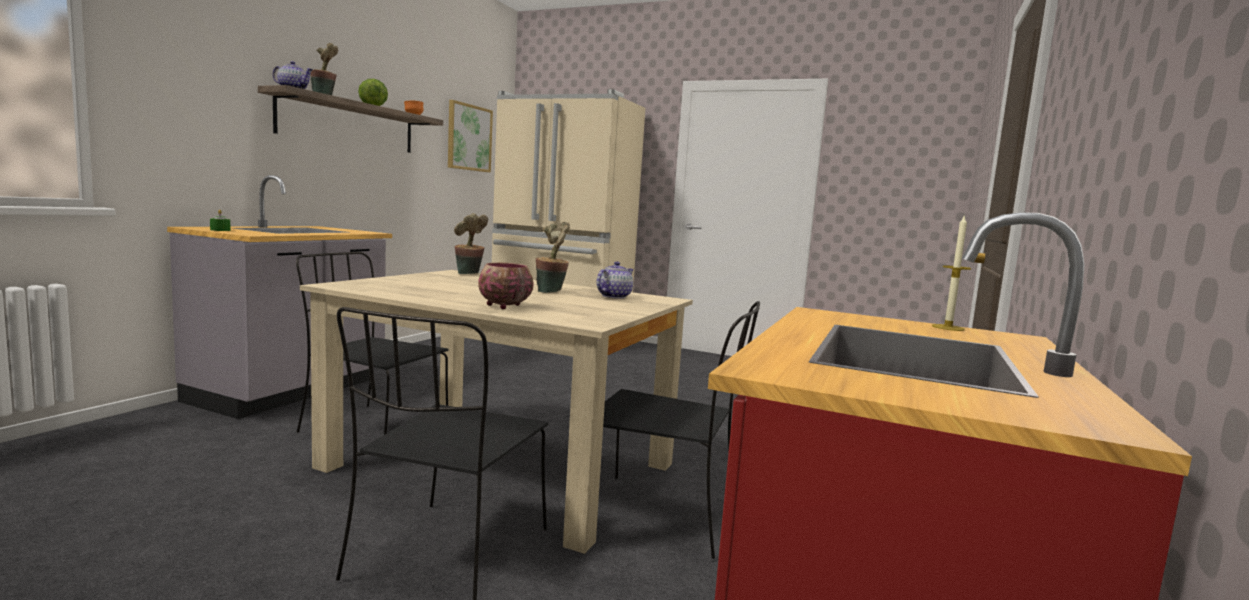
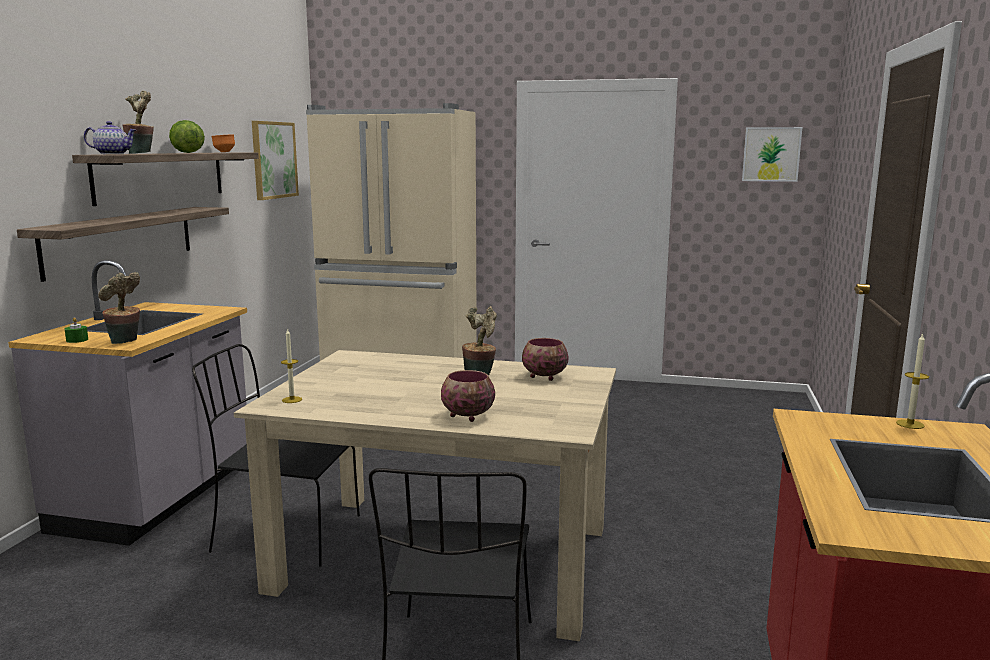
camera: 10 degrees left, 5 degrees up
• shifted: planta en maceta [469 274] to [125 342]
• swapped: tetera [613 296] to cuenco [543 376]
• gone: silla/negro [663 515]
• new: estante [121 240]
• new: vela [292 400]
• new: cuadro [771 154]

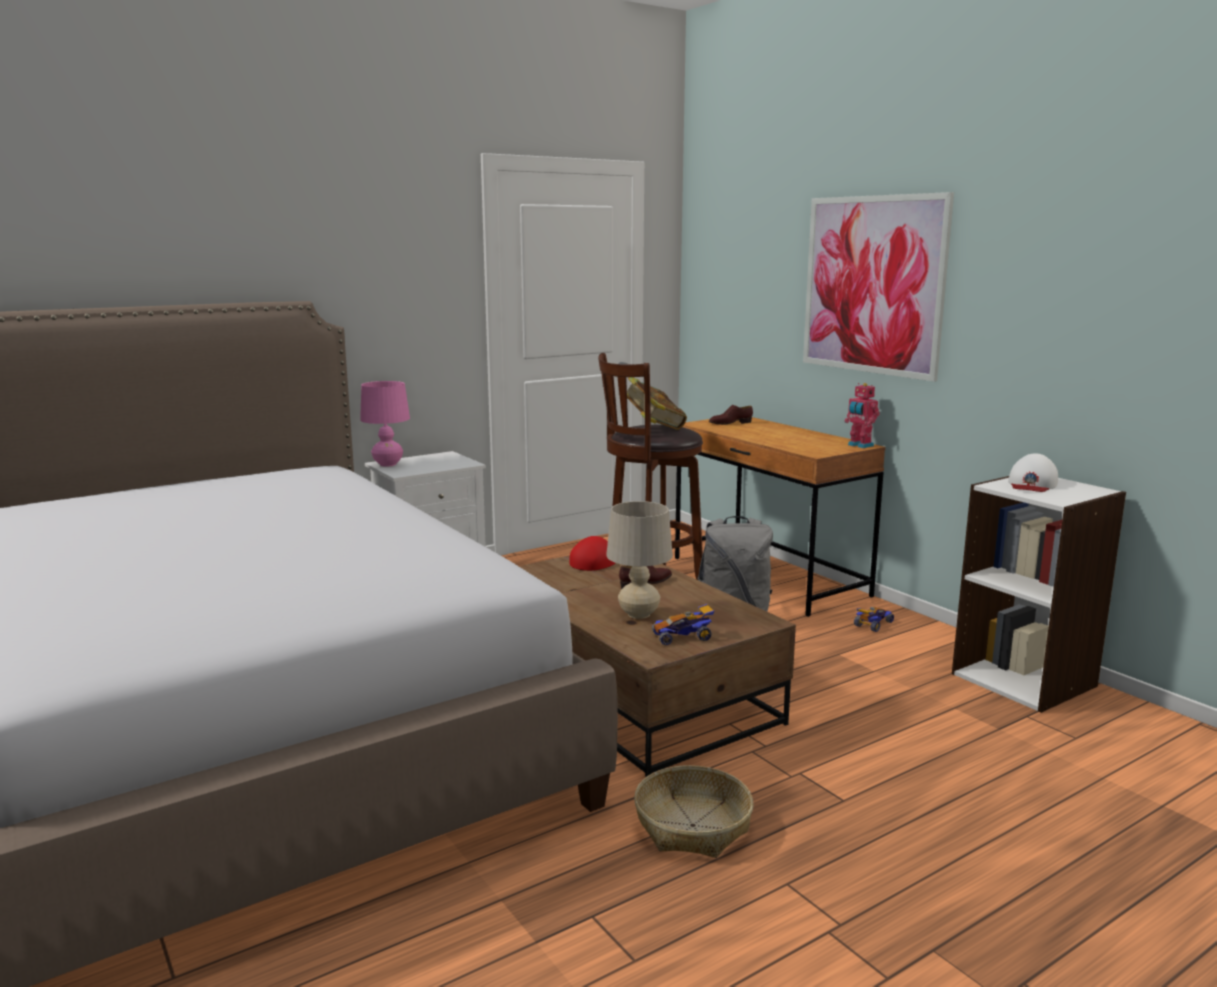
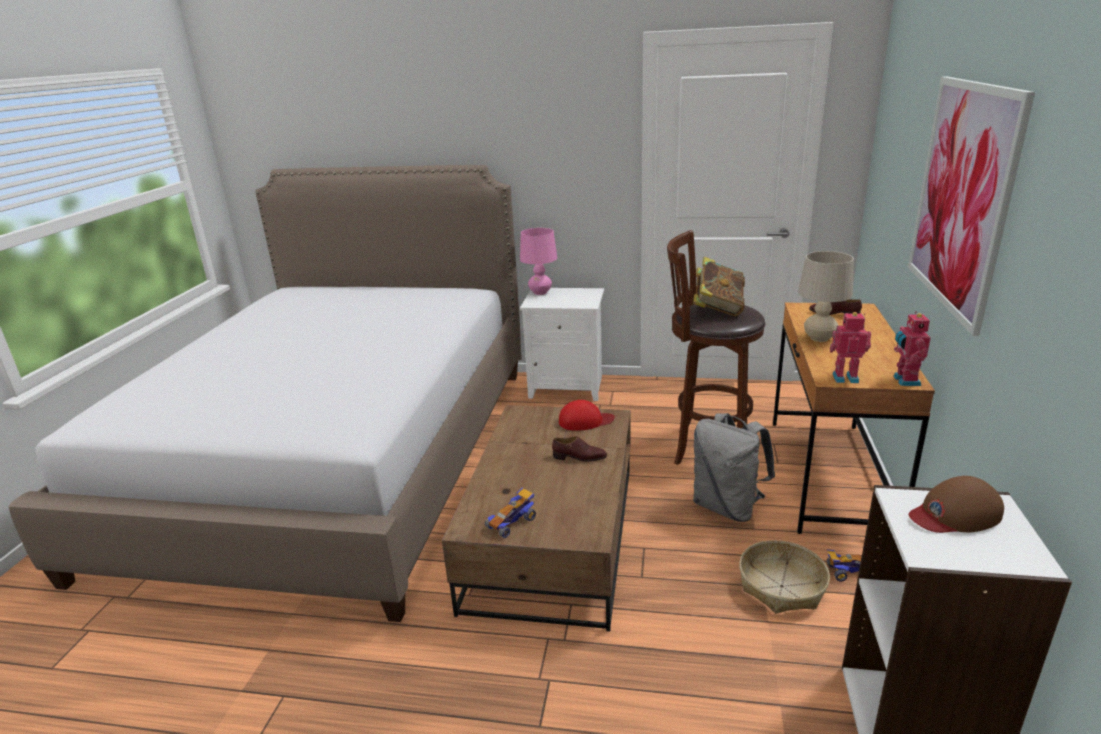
camera: 45 degrees right, 10 degrees up
• shifted: lámpara de mesa/beis [638 614] to [819 338]
• shifted: cesta [692 825] to [781 586]
• rotated: coche de juguete [683 637] = [511 522] 75 degrees counterclockwise
• repainted: gorra/blanco [1032 484] to gorra/marrón [954 514]
• new: robot de juguete [845 377]

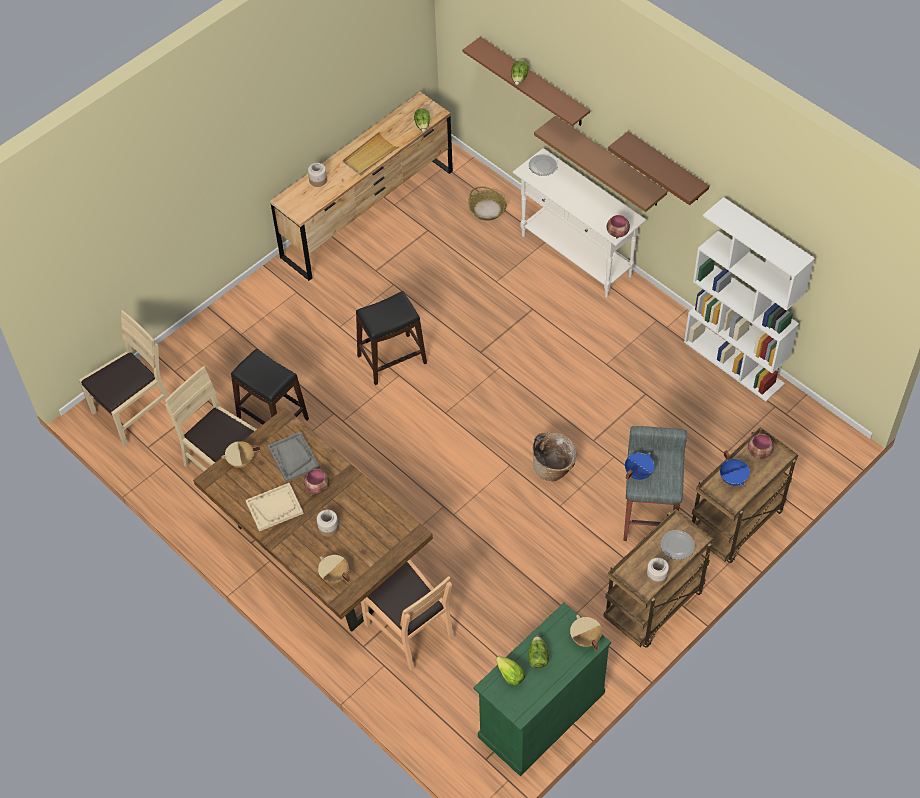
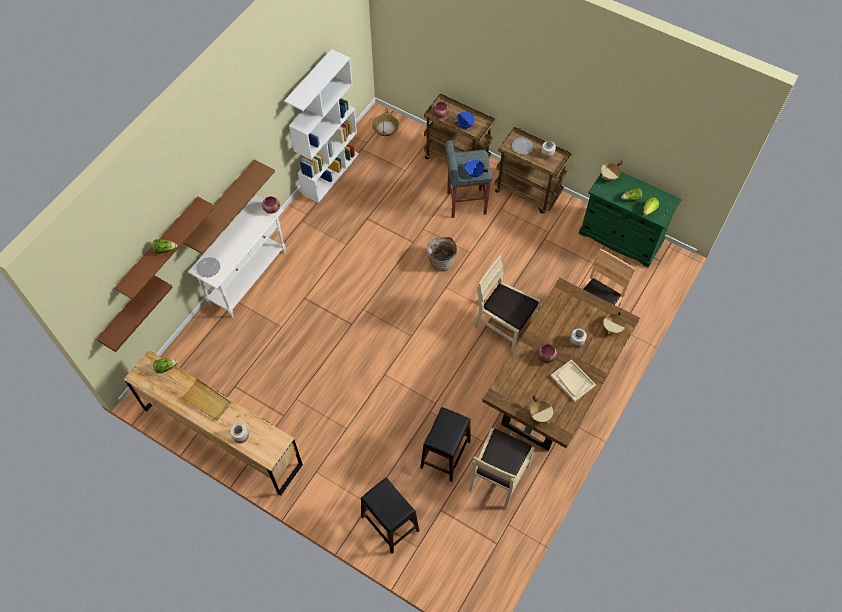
camera: 105 degrees left, 5 degrees up
• shifted: silla/beis [133 411] to [504 325]
• gone: bandeja/gris [293 457]
• shifted: taburete/negro [391 359] to [389 524]
• shifted: cesta [487 209] to [385 128]
• shifted: estante/marrón [667 168] to [128 312]

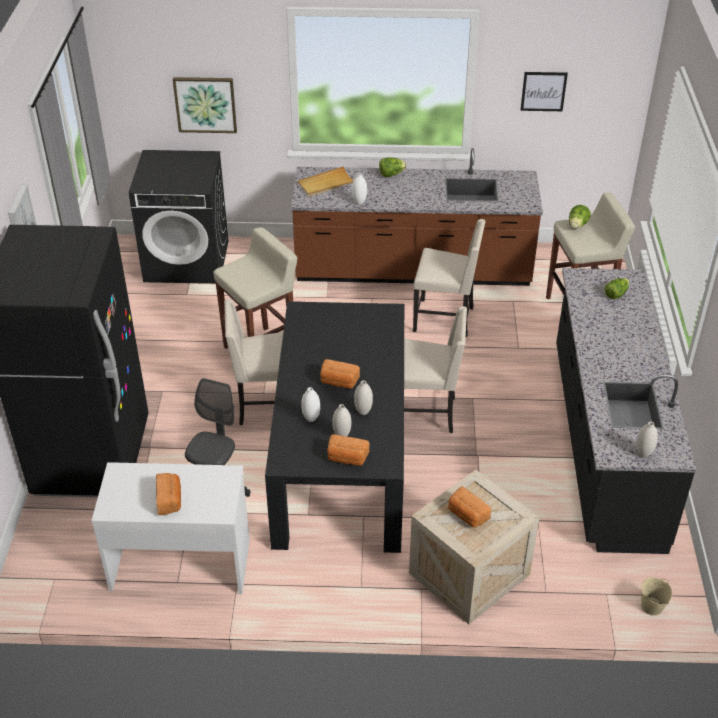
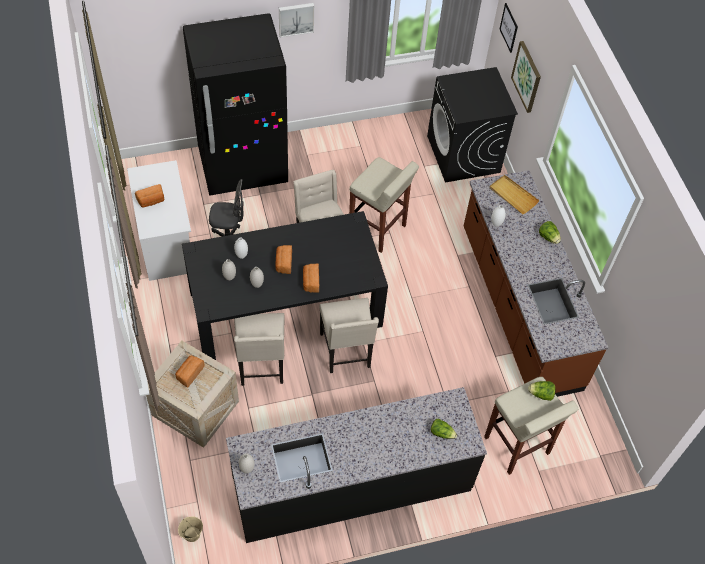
camera: 70 degrees right, 15 degrees up
• shifted: pan [347 458] to [311 282]
• shifted: silla/beis [445 319] to [261 365]
• shifted: cuadro [543 91] to [509 27]

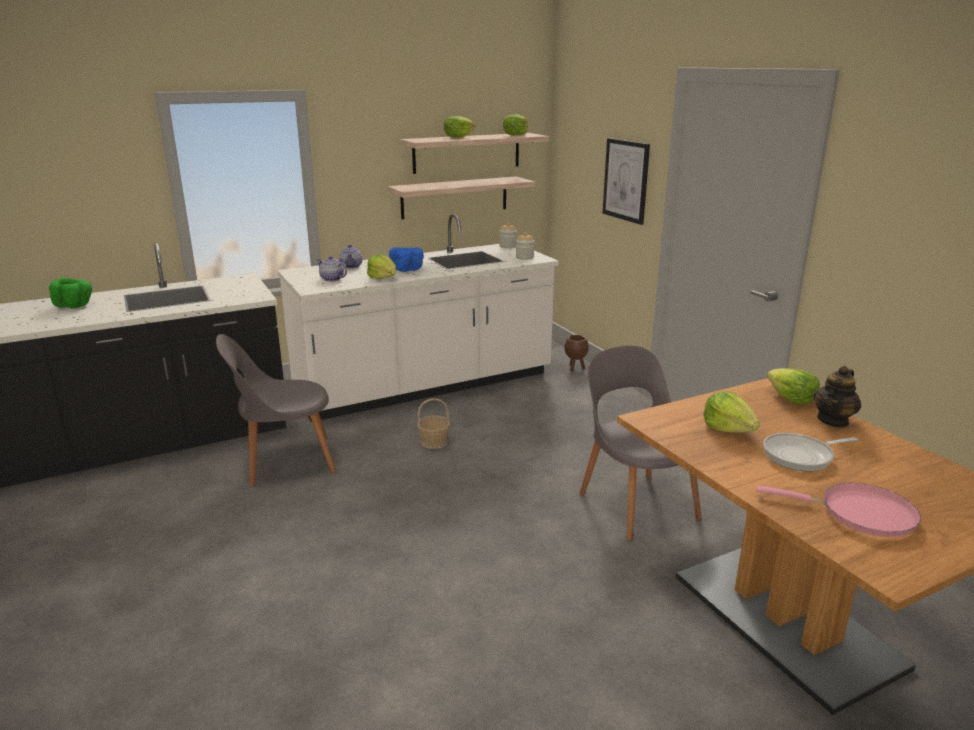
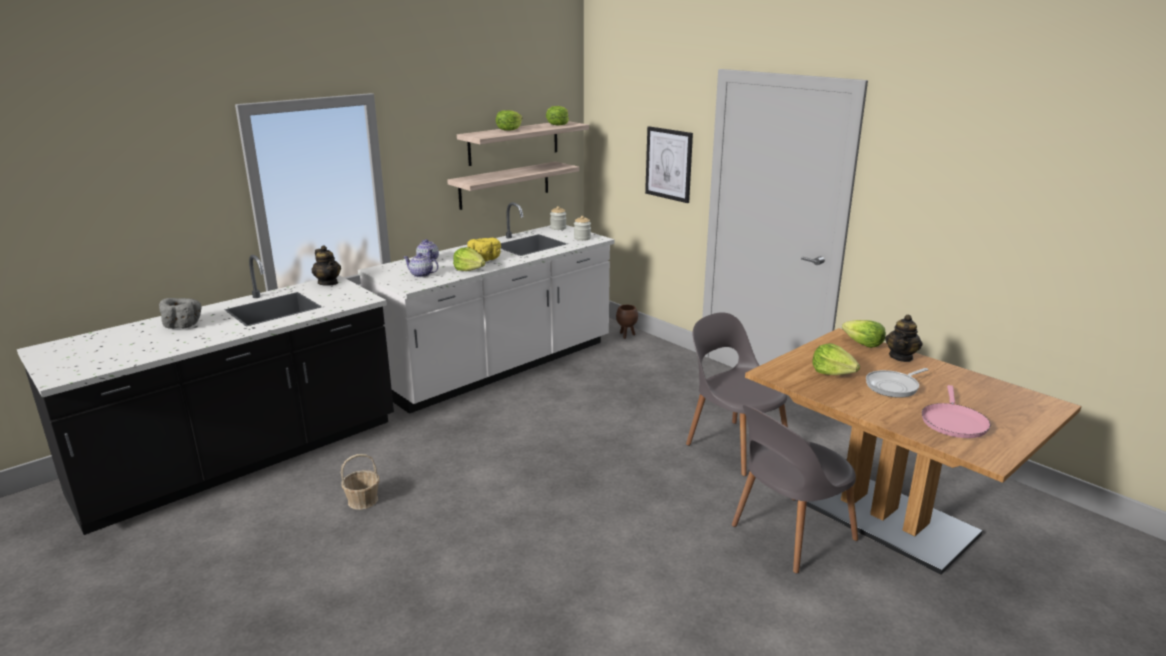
camera: 15 degrees left, 0 degrees up
• repainted: cuenco/verde [74 305] to cuenco/gris [183 325]
• shifted: silla/gris [285 461] to [789 534]
• repainted: cuenco/azul [407 269] to cuenco/amarillo [485 259]
• shifted: cesta [434 442] to [363 500]
• rotated: sartén/rosa [860 513] = [953 422] 105 degrees clockwise
• new: tetera [328 283]

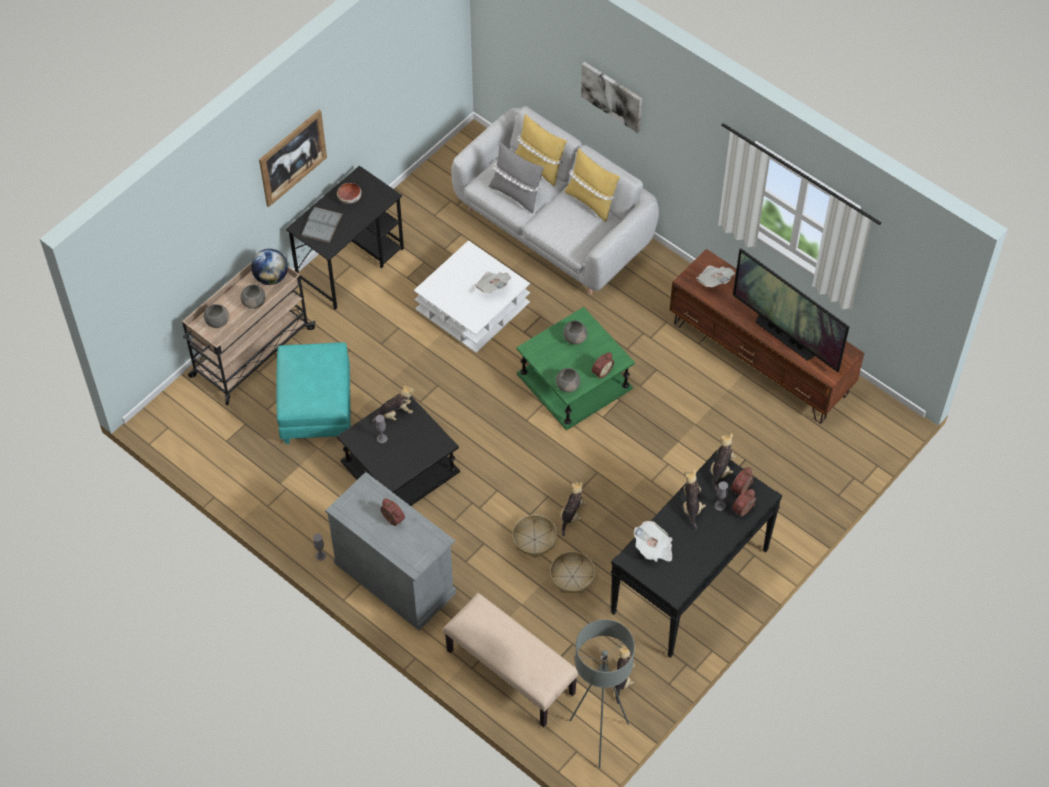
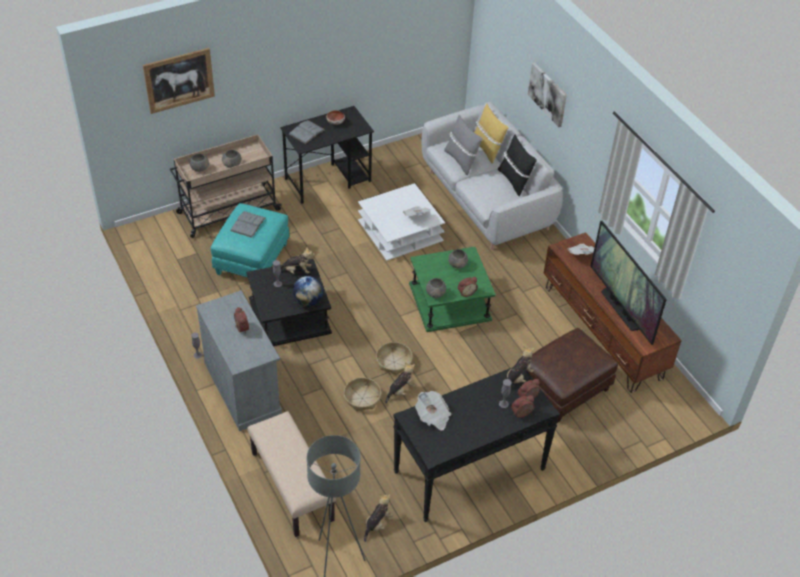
camera: 20 degrees right, 10 degrees down
• shifted: globo terráqueo [271 277] to [308 301]
• shifted: cuadro [292 157] to [179 80]
• shifted: cesta [572 576] to [394 362]
• repainted: cojín/amarillo [591 201] to cojín/negro [514 181]
• gone: peluche [691 506]
• new: libro/gris [248 224]
• new: puf/marrón [564 390]

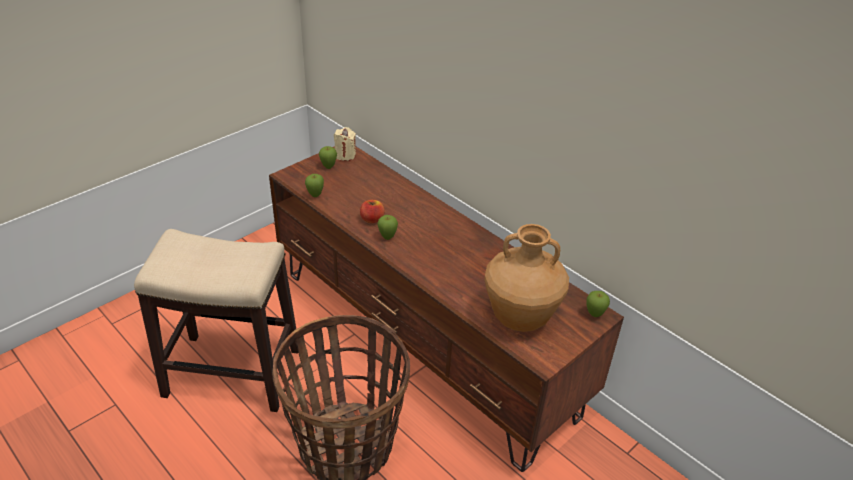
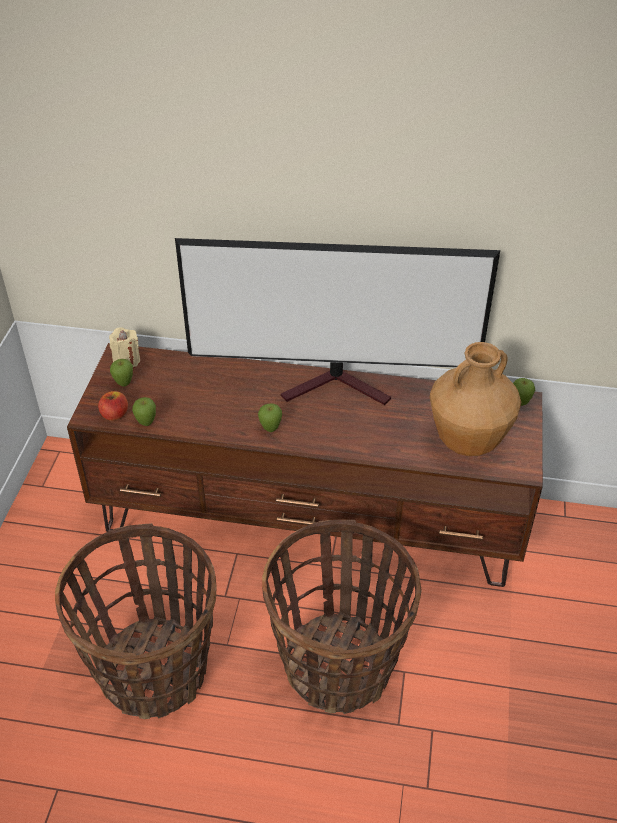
camera: 35 degrees left, 5 degrees up
• swapped: taburete [234 372] to cesta [154 670]
• shifted: manzana [372 219] to [114 414]
• new: televisor [339 386]

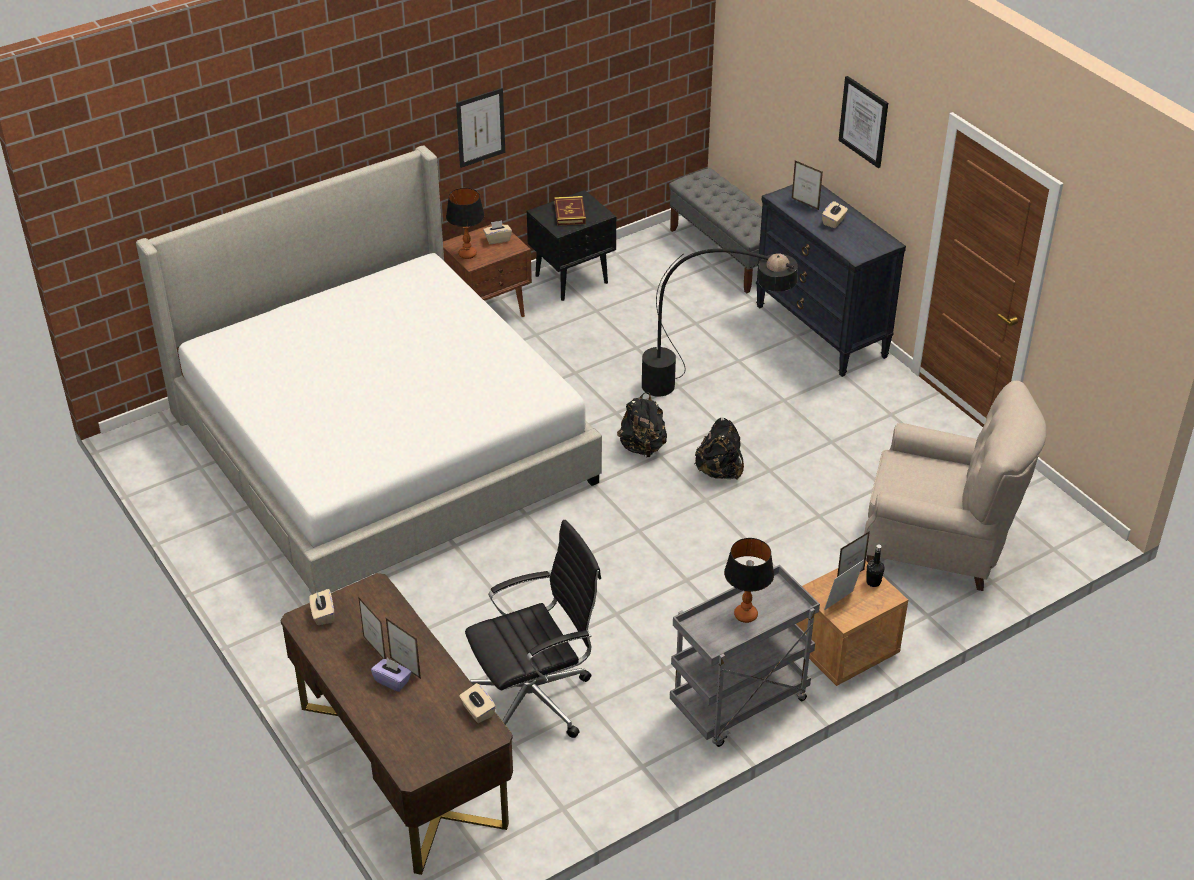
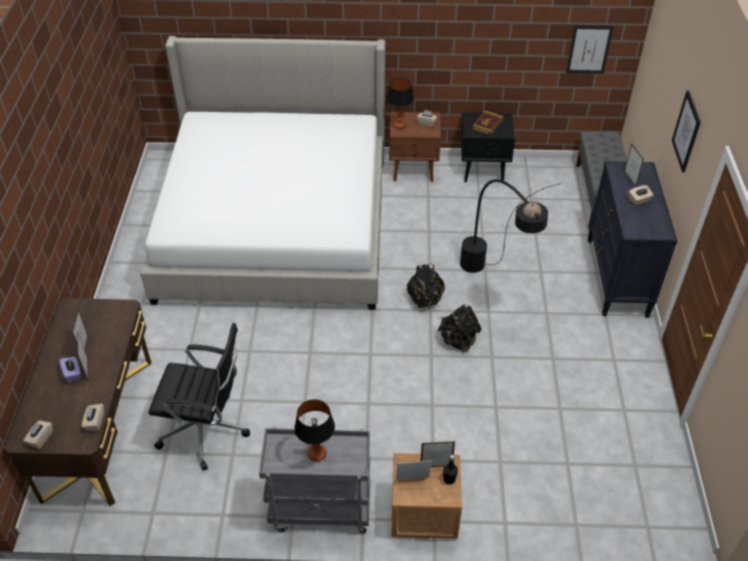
camera: 35 degrees right, 5 degrees up
• shifted: caja de pañuelos/beis [323 615] to [40 439]
• shifted: cuadro [480 127] to [589 49]
• gone: sillón/beis [939 546]

